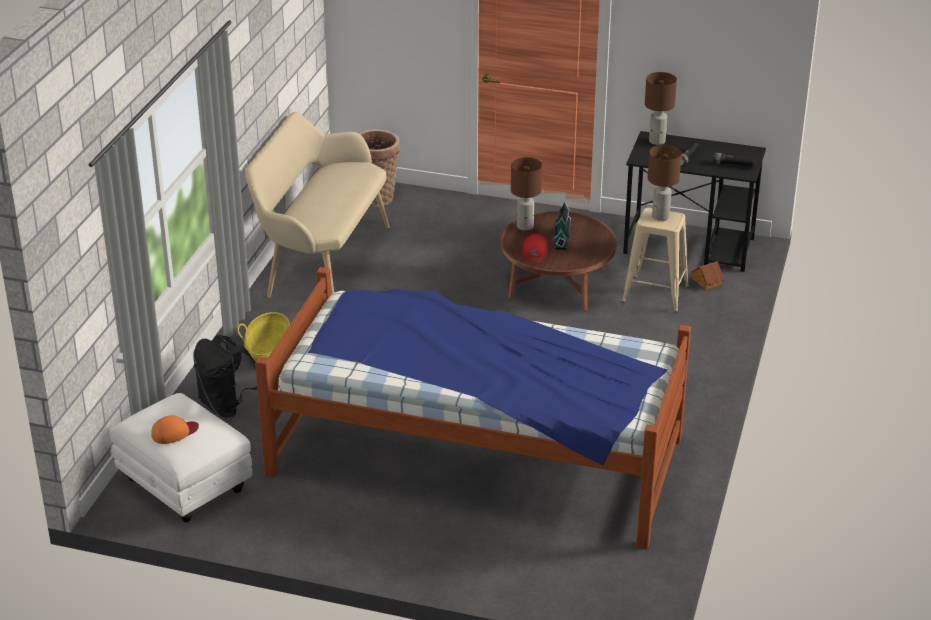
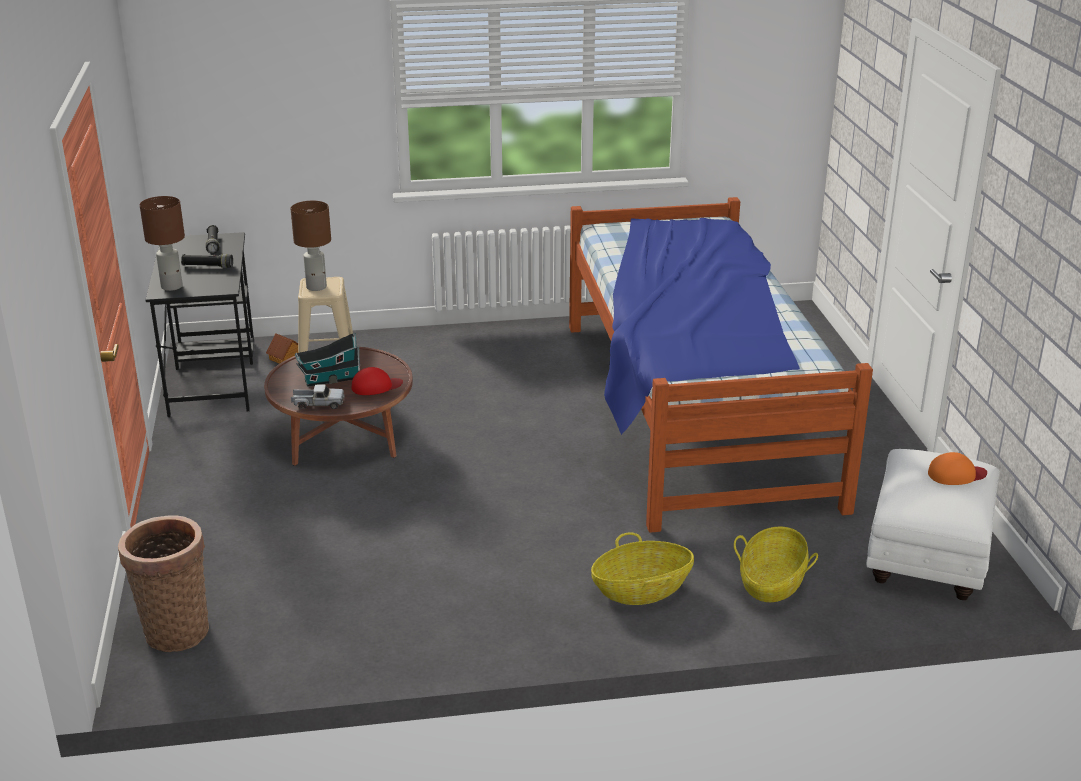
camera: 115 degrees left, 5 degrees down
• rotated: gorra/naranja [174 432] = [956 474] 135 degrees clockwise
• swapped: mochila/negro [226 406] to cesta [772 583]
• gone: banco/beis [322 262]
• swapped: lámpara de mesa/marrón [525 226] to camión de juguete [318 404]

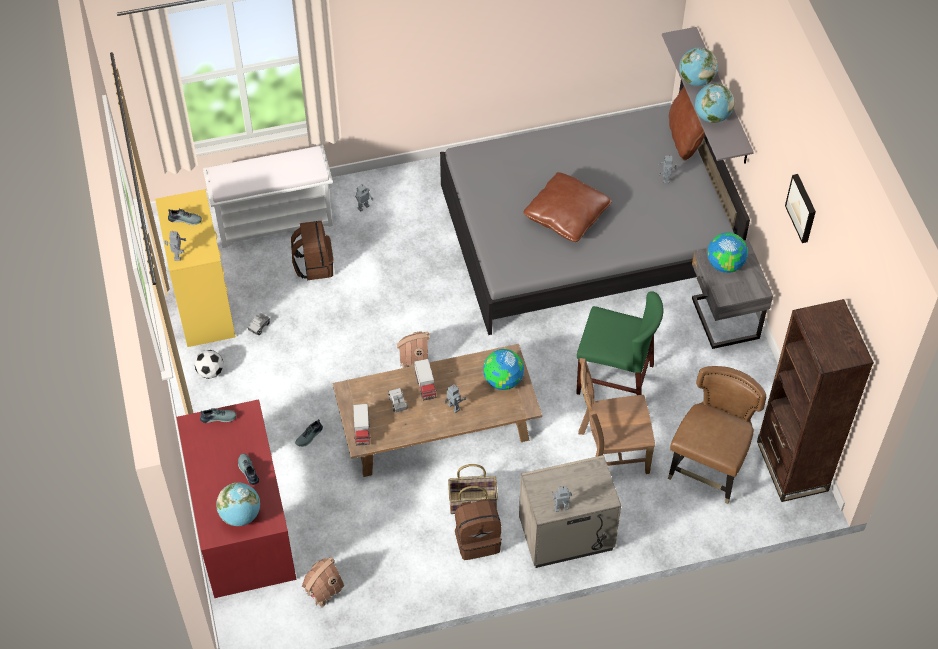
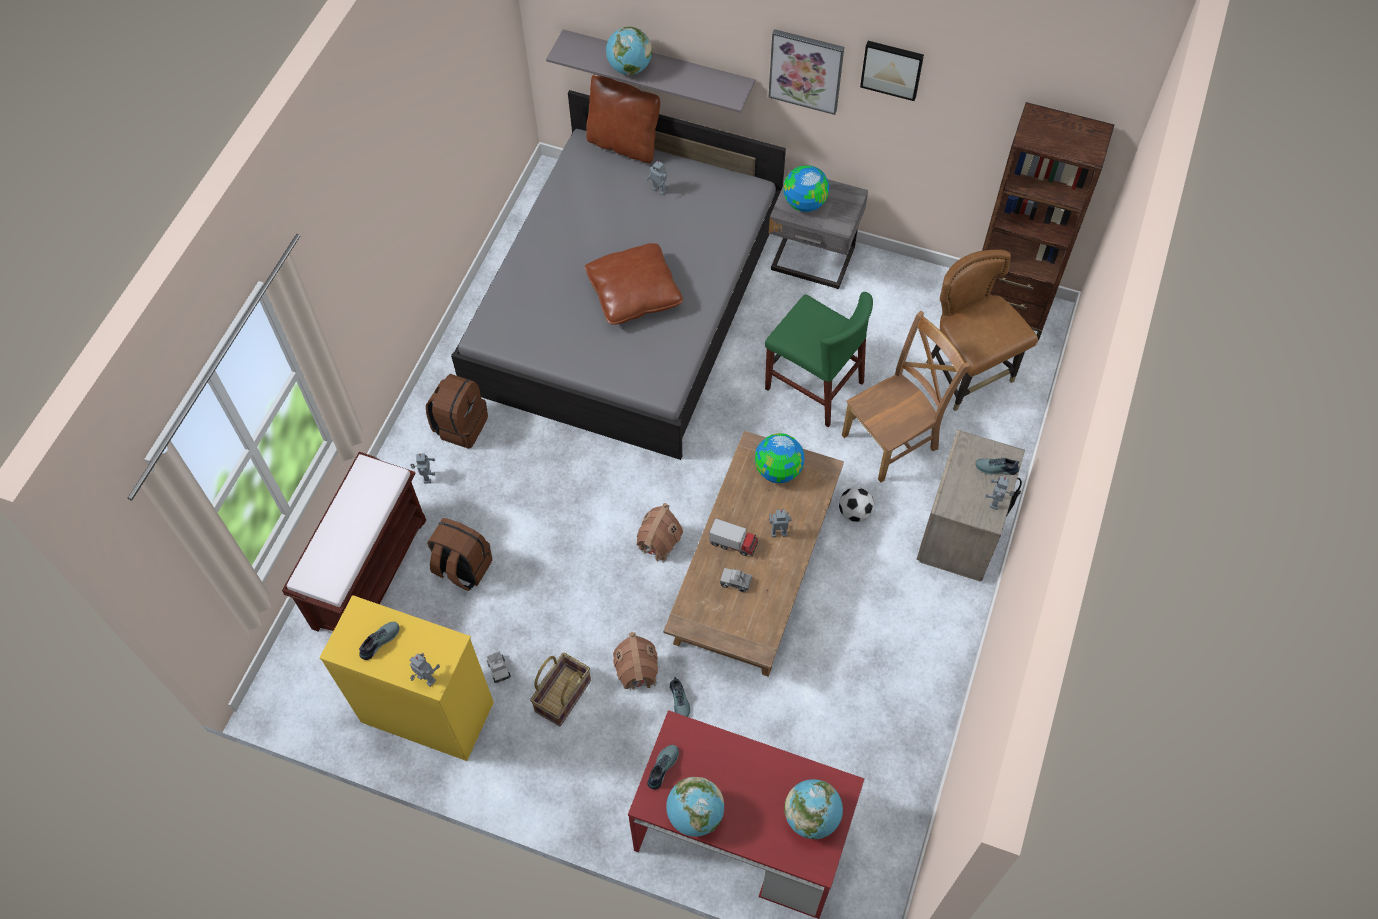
camera: 55 degrees left, 5 degrees up
• shifted: balón de fútbol [210 372] to [854 512]
• repainted: banco/blanco [275 220] to banco/marrón [370 571]
• shifted: zapato [248 471] to [996 469]
• shifted: casita [322 589] to [637 672]
• gone: camión de juguete [362 431]
• shifted: cesta [473 501] to [562 695]
• shifted: mochila/marrón [477 539] to [460 425]
• rotated: silla/verde [614 379] = [814 385] 75 degrees clockwise
• rotated: silla/marrón [609 452] = [893 440] 150 degrees counterclockwise
• shifted: globo terráqueo [711 116] to [695 815]
• new: cuadro [806 70]

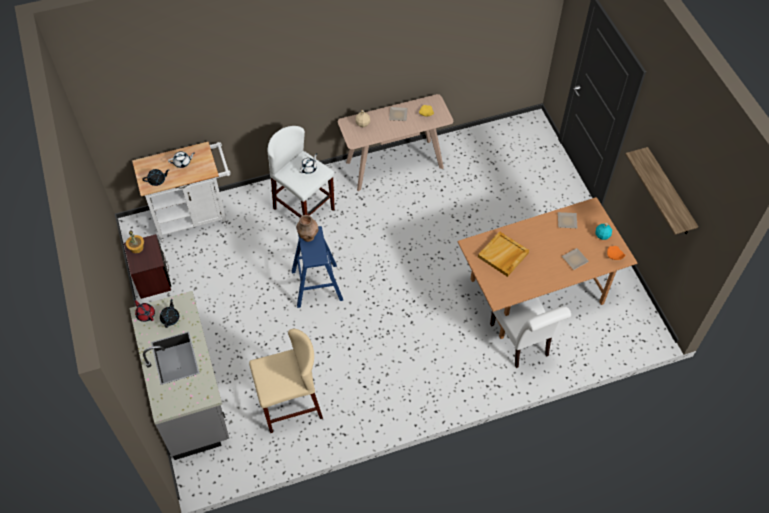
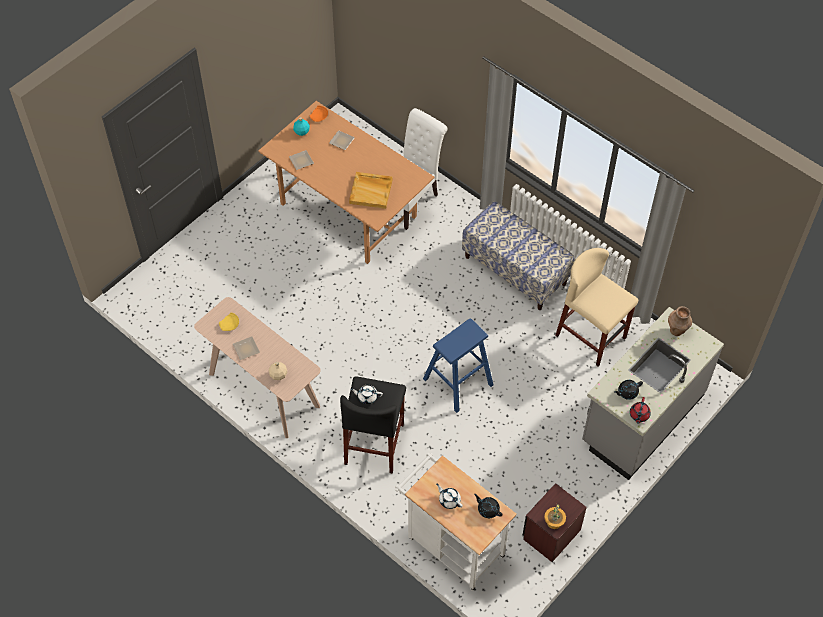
camera: 120 degrees left, 0 degrees up
• repainted: taburete/blanco [304 209] to taburete/negro [374 444]
• shifted: florero/marrón [308 237] to [676 330]
• gone: estante [669 193]
• new: banco [515 270]

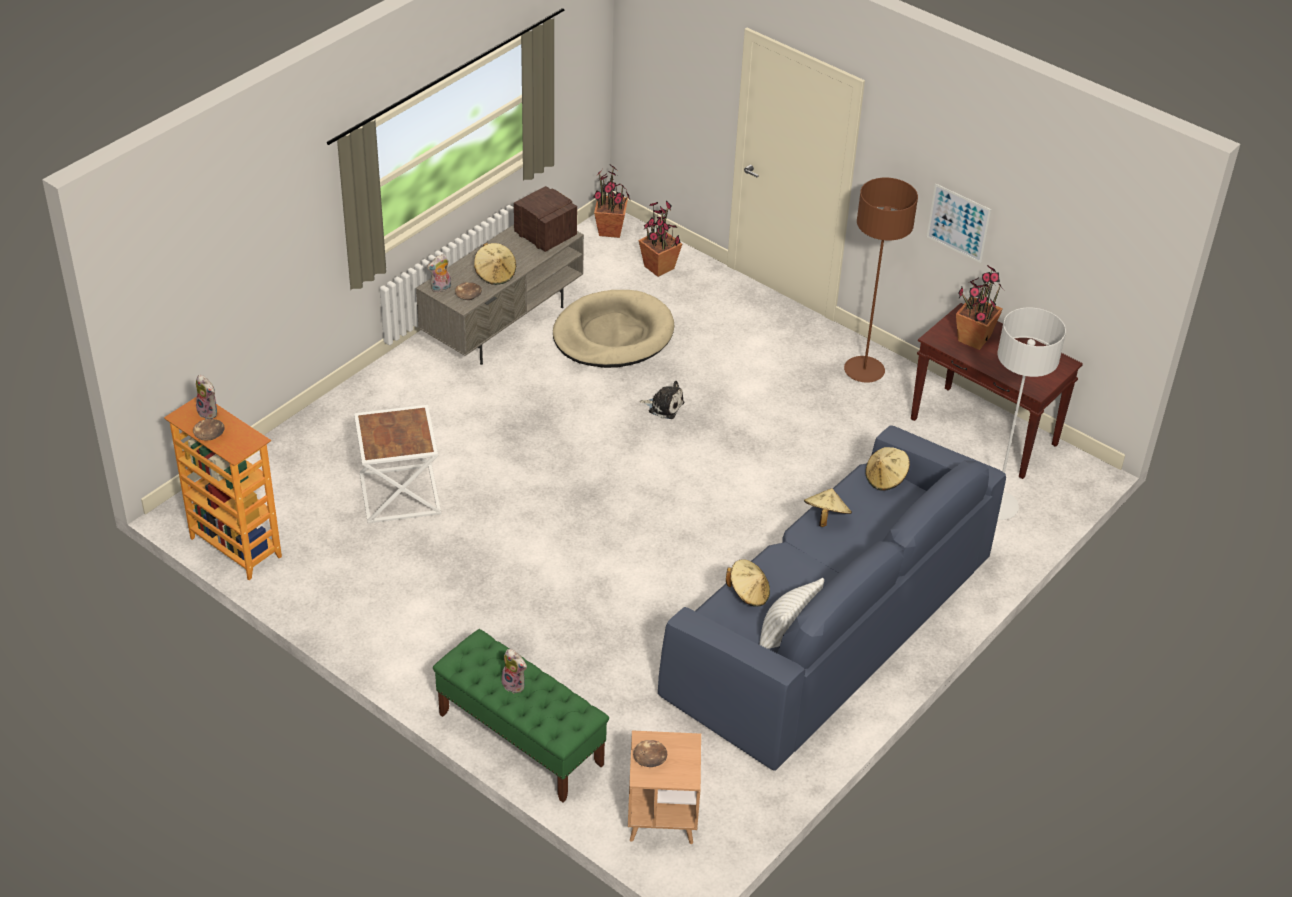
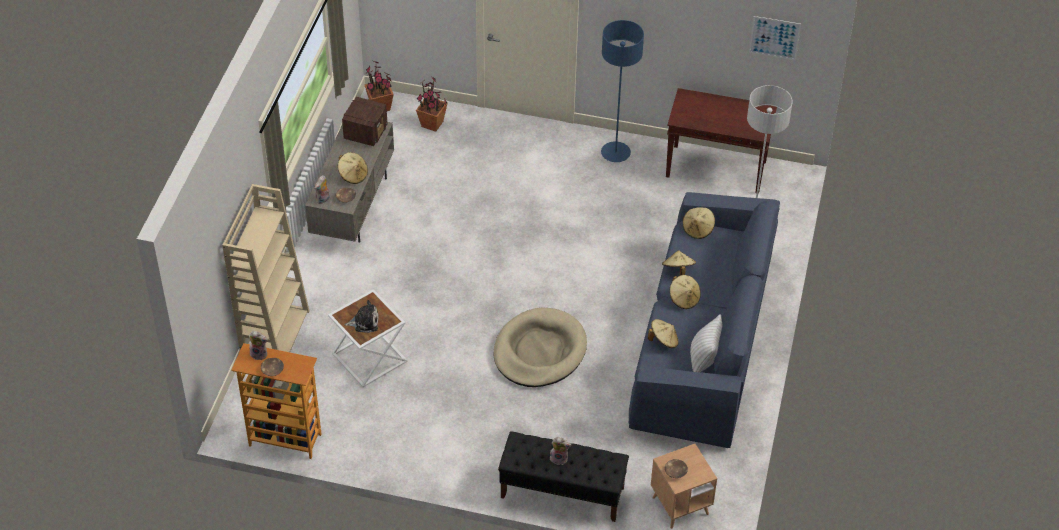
camera: 25 degrees left, 5 degrees up
• repainted: banco/verde [520 739] to banco/negro [562 492]
• rotated: radio [545 235] = [366 132] 90 degrees clockwise
• shifted: cama para perro/beis [613 334] to [539 351]
• shifted: peluche [664 406] to [364 322]
• repainted: lámpara de pie/marrón [864 371] to lámpara de pie/azul [615 153]
• shifted: cuadro [958 223] to [774 38]
• gone: planta en maceta [973 339]
• new: estantería/beis [275 336]
• new: sombrero/beis [684 299]

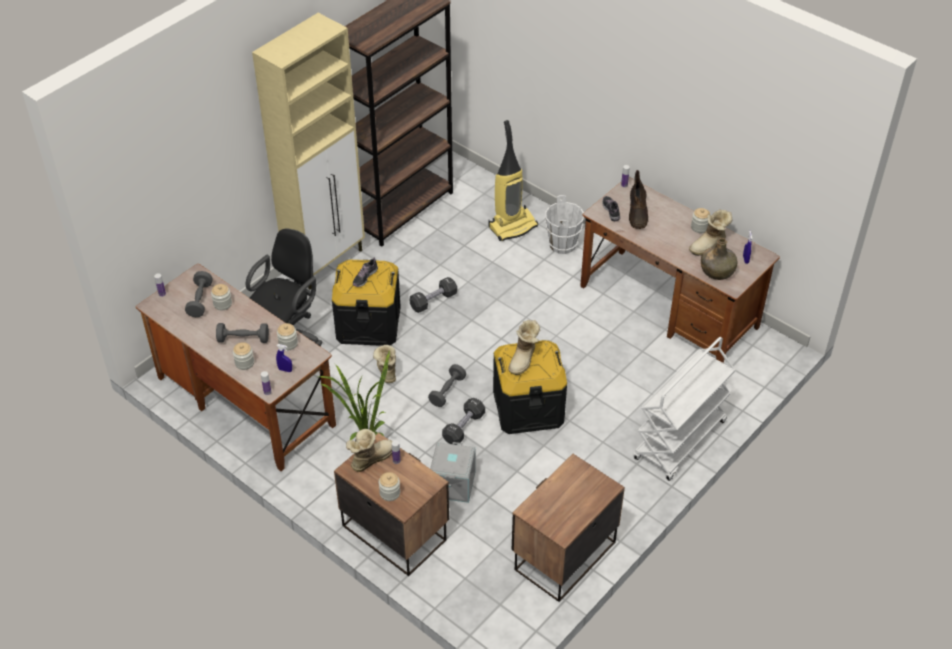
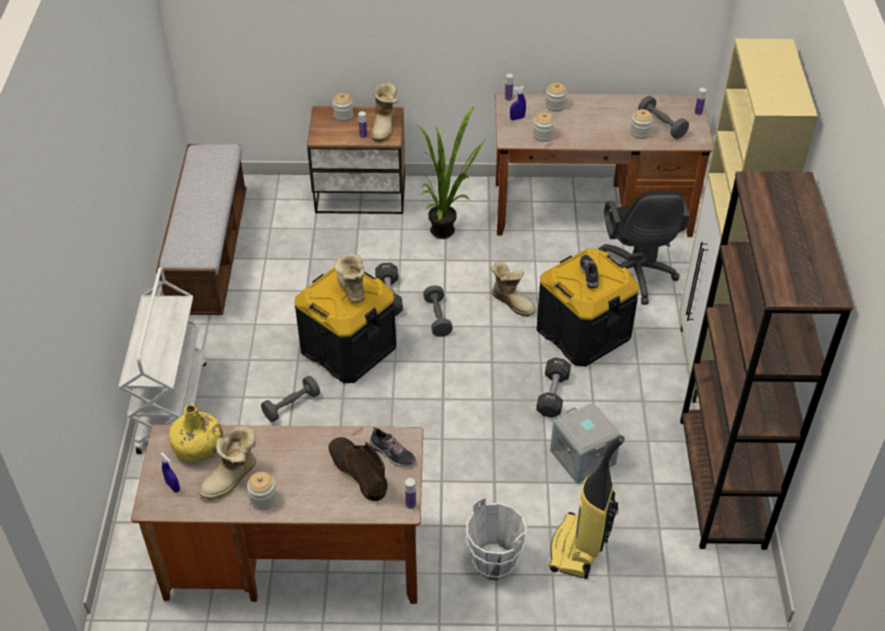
camera: 140 degrees right, 0 degrees up
• shifted: mancuerna/gris [243 339] to [291 405]
• shifted: caja de almacenaje/gris [452 483] to [584 457]
• swapped: mesita de noche [563 555] to banco [210 253]
• rotated: bota [709 245] = [232 479] 150 degrees counterclockwise
• repainted: botella/verde [717 271] to botella/amarillo [198 447]

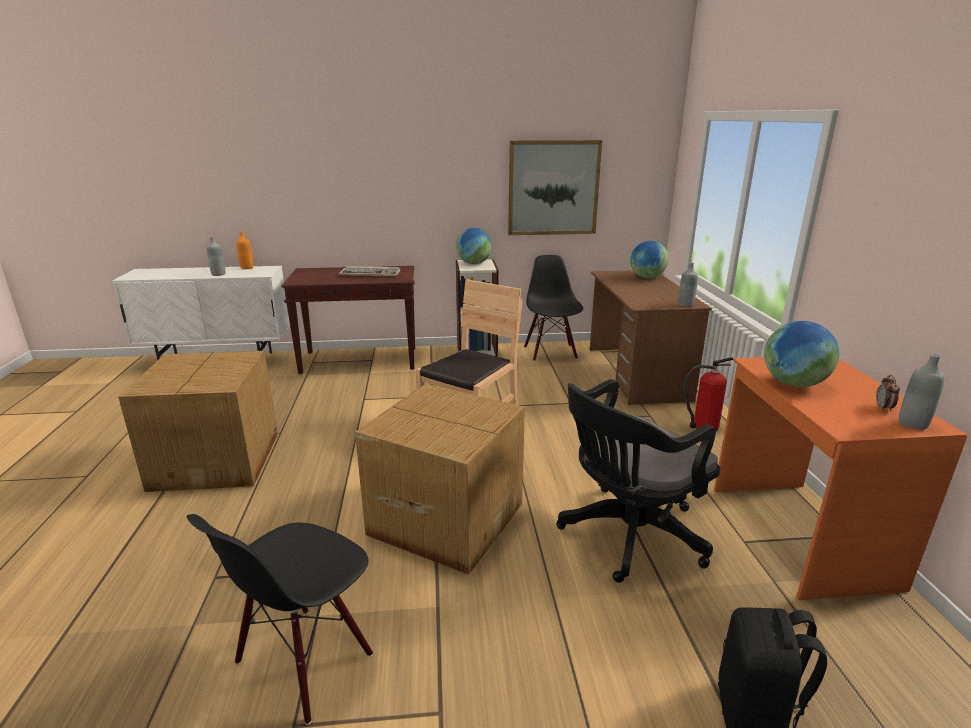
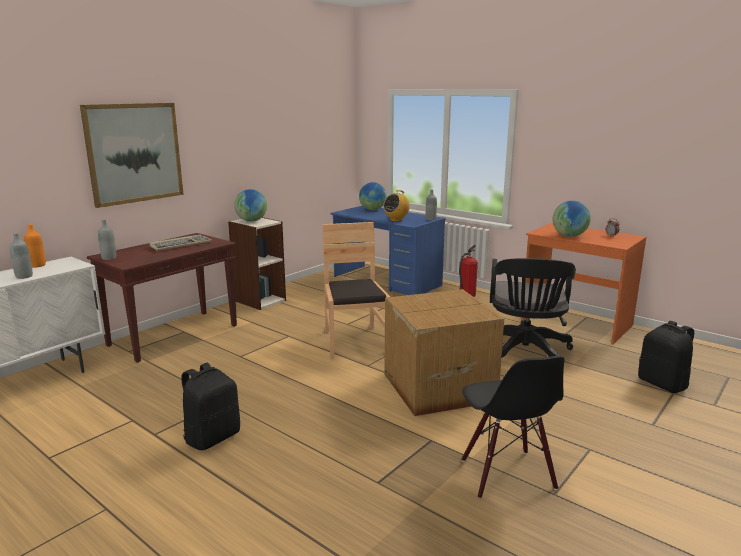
camera: 45 degrees left, 5 degrees down
• swapped: caja de cartón [219 459] to mochila/negro [212 437]
• shifted: cuadro [553 188] to [134 153]
• gone: silla/negro [551 353]
• repainted: escritorio/marrón [636 374] to escritorio/azul [386 281]
• shifted: botella/gris [912 424] to [109 258]
• new: radio [396 220]

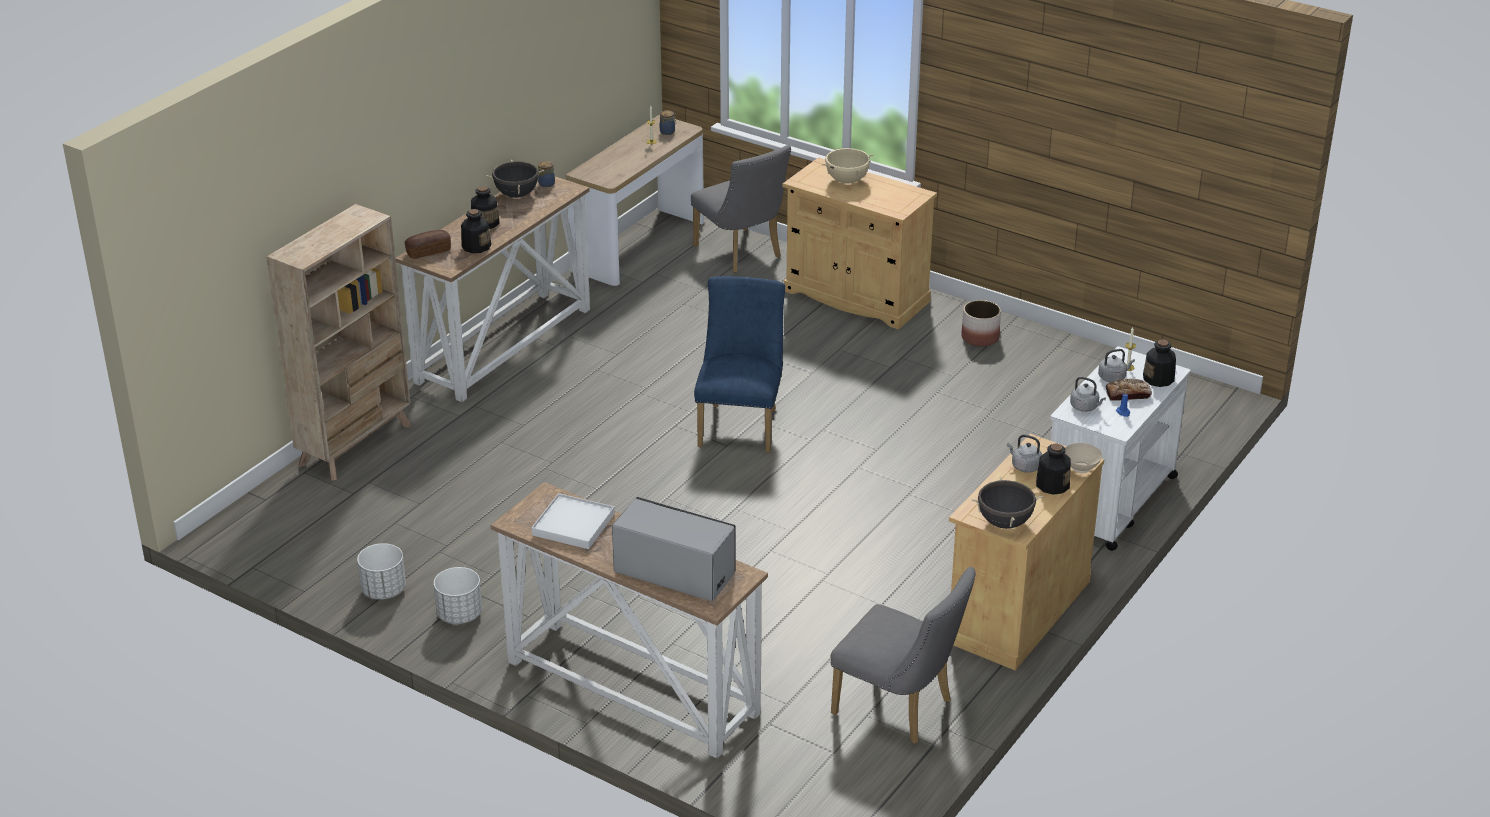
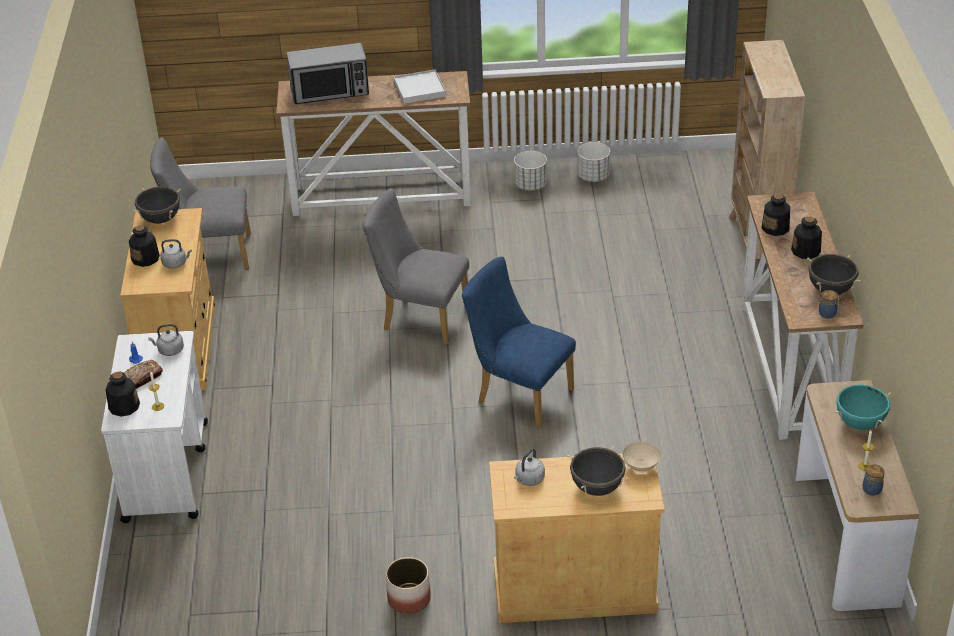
camera: 145 degrees right, 5 degrees up
• gone: pan [428 251]
• shifted: silla/gris [741 254] to [419 317]
• rotated: silla/azul [741 424] = [518 394] 150 degrees clockwise
• repainted: olla/beis [847 180] to olla/negro [597 488]
• shifted: cuenco/beis [1080 468] to [641 468]
• shifted: hervidor/gris [1113 377] to [529 480]
• new: olla/turquesa [860 423]

